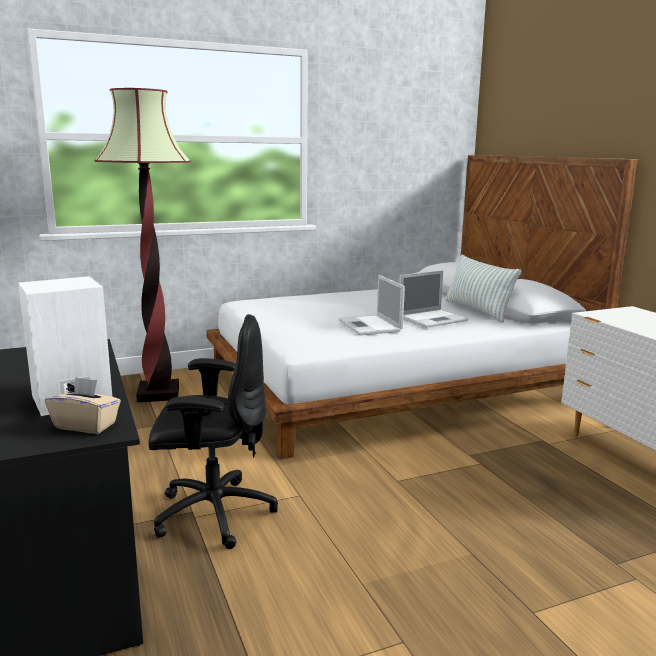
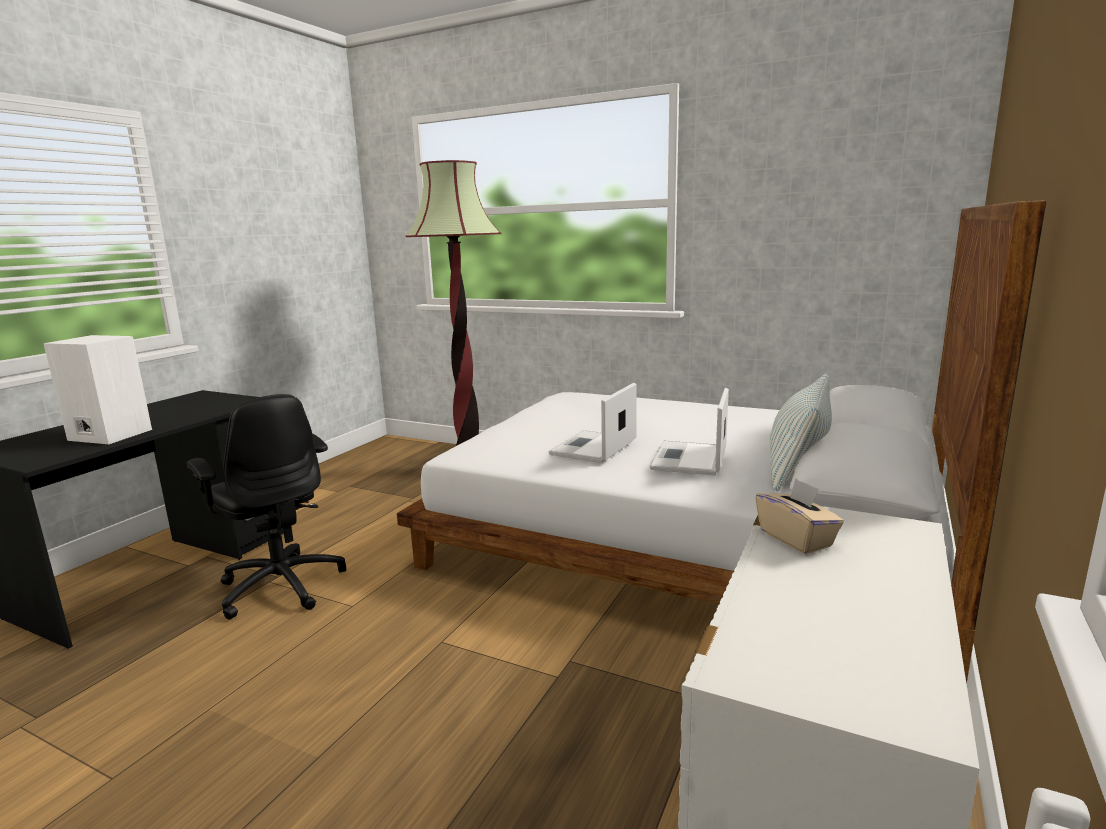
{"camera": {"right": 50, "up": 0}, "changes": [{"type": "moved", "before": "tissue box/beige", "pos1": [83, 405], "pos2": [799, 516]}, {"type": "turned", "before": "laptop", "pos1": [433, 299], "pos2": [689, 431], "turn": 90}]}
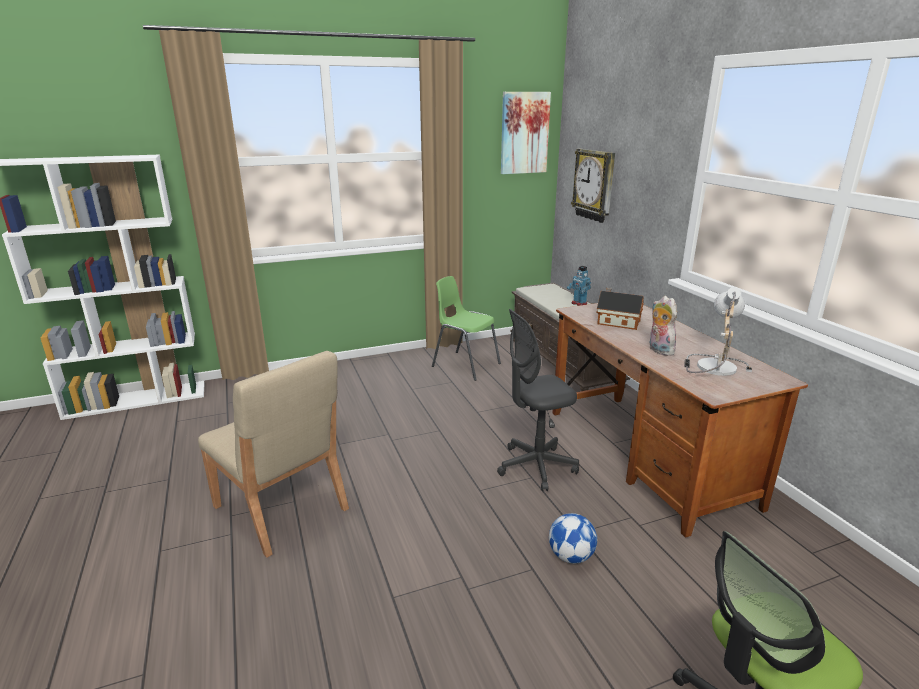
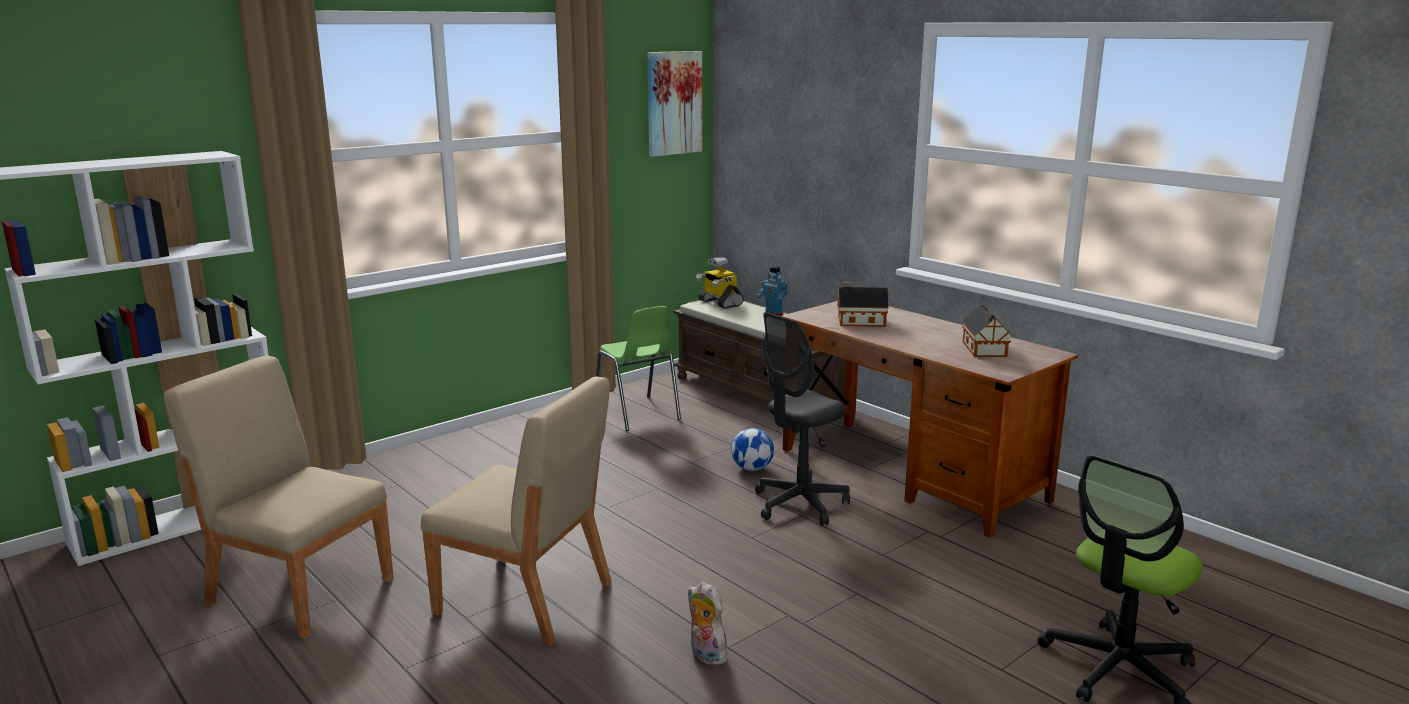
{"camera": {"right": -20, "up": -5}, "changes": [{"type": "turned", "before": "chair/green", "pos1": [466, 328], "pos2": [638, 368], "turn": -135}, {"type": "moved", "before": "football", "pos1": [573, 538], "pos2": [752, 449]}, {"type": "removed", "before": "wall clock", "pos1": [593, 186]}, {"type": "moved", "before": "plush toy", "pos1": [663, 326], "pos2": [709, 624]}, {"type": "replaced", "before": "table lamp", "after": "toy house", "pos1": [718, 331], "pos2": [987, 331]}, {"type": "added", "after": "chair/beige", "pos2": [279, 497]}, {"type": "added", "after": "toy robot", "pos2": [720, 283]}]}
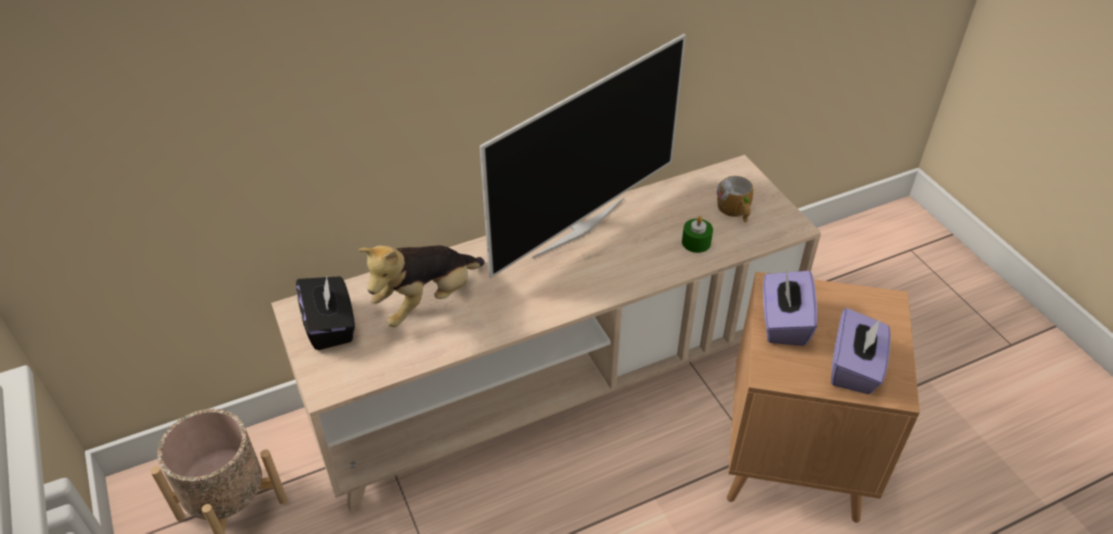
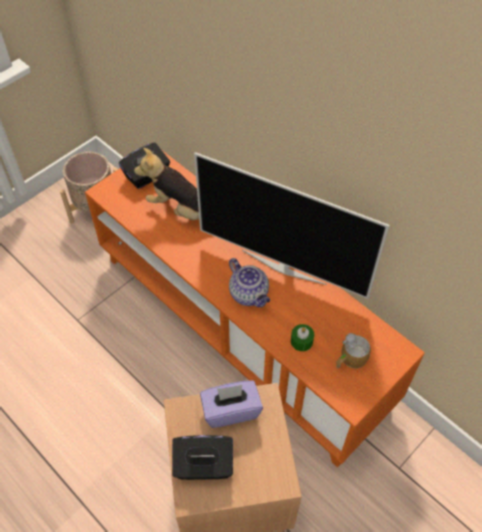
{"camera": {"right": 70, "up": 10}, "changes": [{"type": "recoloured", "before": "tv stand/beige", "after": "tv stand/orange", "pos1": [546, 334], "pos2": [255, 309]}, {"type": "recoloured", "before": "tissue box/purple", "after": "tissue box/black", "pos1": [861, 351], "pos2": [202, 457]}, {"type": "added", "after": "teapot", "pos2": [249, 282]}]}
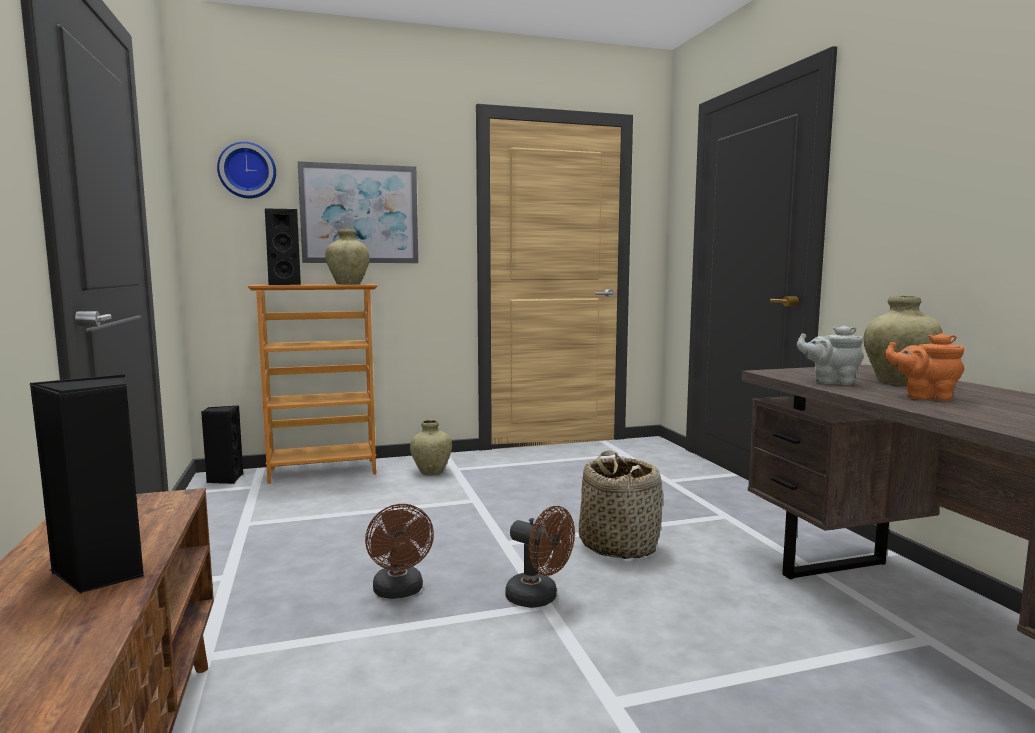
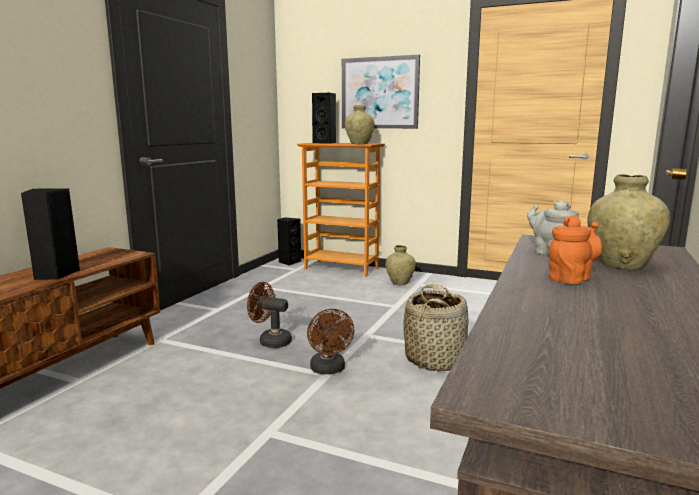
{"camera": {"right": 40, "up": 5}, "changes": [{"type": "removed", "before": "wall clock", "pos1": [246, 170]}, {"type": "turned", "before": "fan/brown", "pos1": [399, 551], "pos2": [269, 315], "turn": 90}, {"type": "turned", "before": "teapot/orange", "pos1": [924, 367], "pos2": [575, 249], "turn": 75}]}
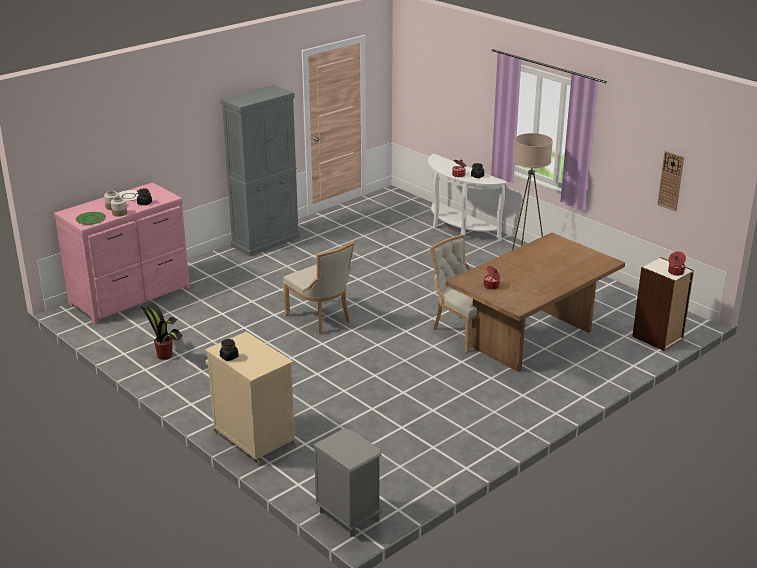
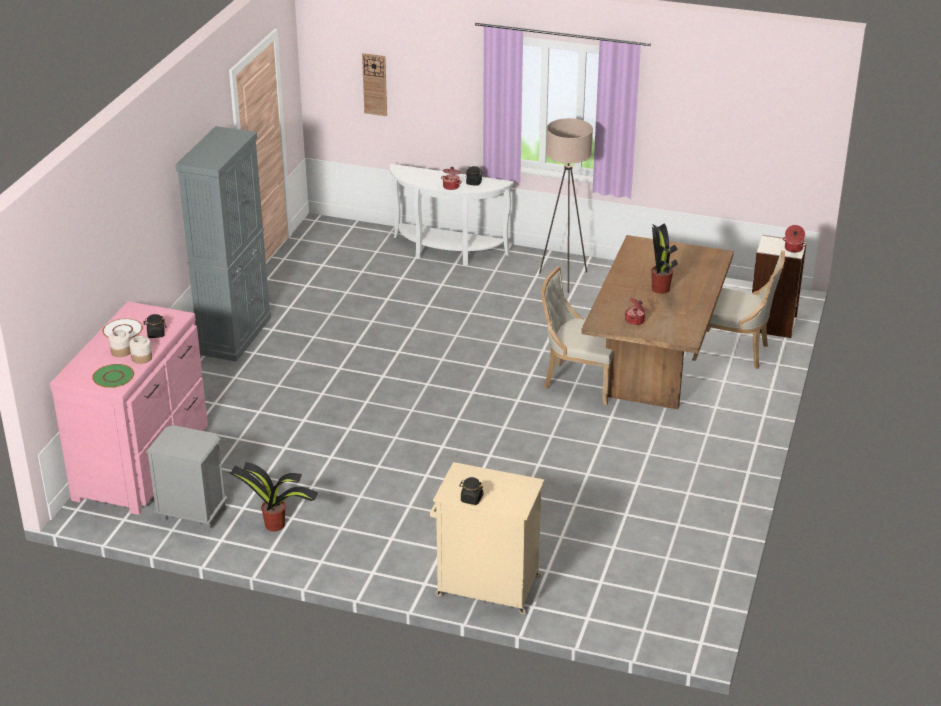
{"camera": {"right": -30, "up": 5}, "changes": [{"type": "moved", "before": "chair/beige", "pos1": [318, 287], "pos2": [738, 310]}, {"type": "moved", "before": "nightstand/grey", "pos1": [347, 483], "pos2": [186, 478]}, {"type": "moved", "before": "wall clock", "pos1": [670, 181], "pos2": [374, 84]}, {"type": "added", "after": "potted plant", "pos2": [664, 258]}]}
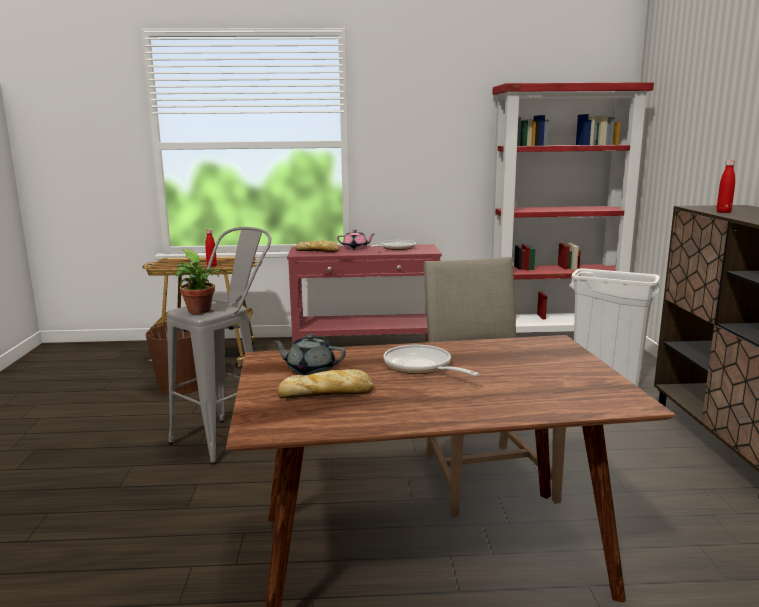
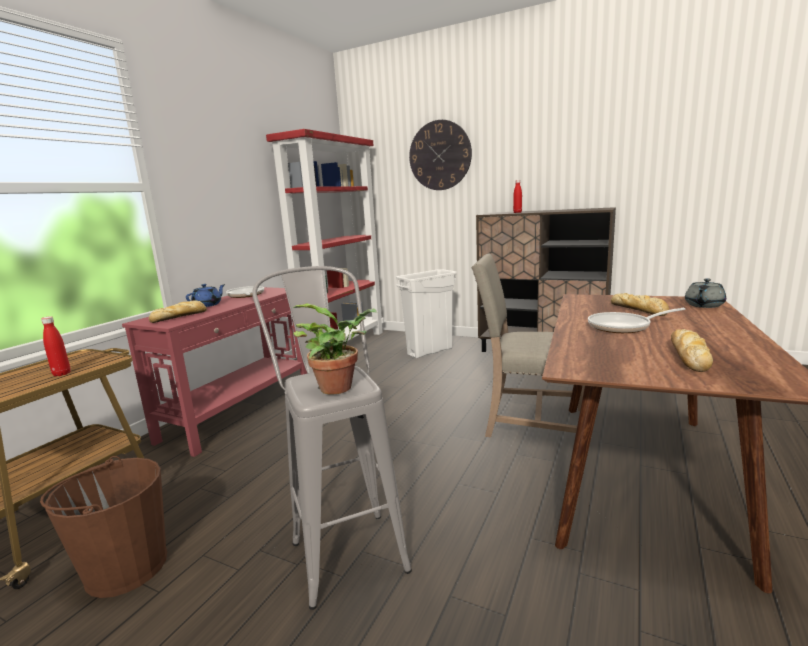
{"camera": {"right": -60, "up": 0}, "changes": [{"type": "moved", "before": "teapot/grey", "pos1": [309, 354], "pos2": [705, 293]}, {"type": "recoloured", "before": "teapot/pink", "after": "teapot/blue", "pos1": [355, 240], "pos2": [205, 295]}, {"type": "added", "after": "wall clock", "pos2": [440, 155]}, {"type": "added", "after": "bread", "pos2": [640, 304]}]}
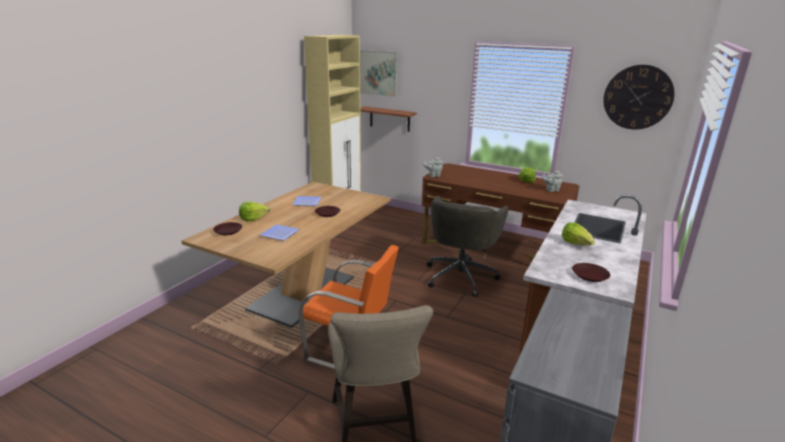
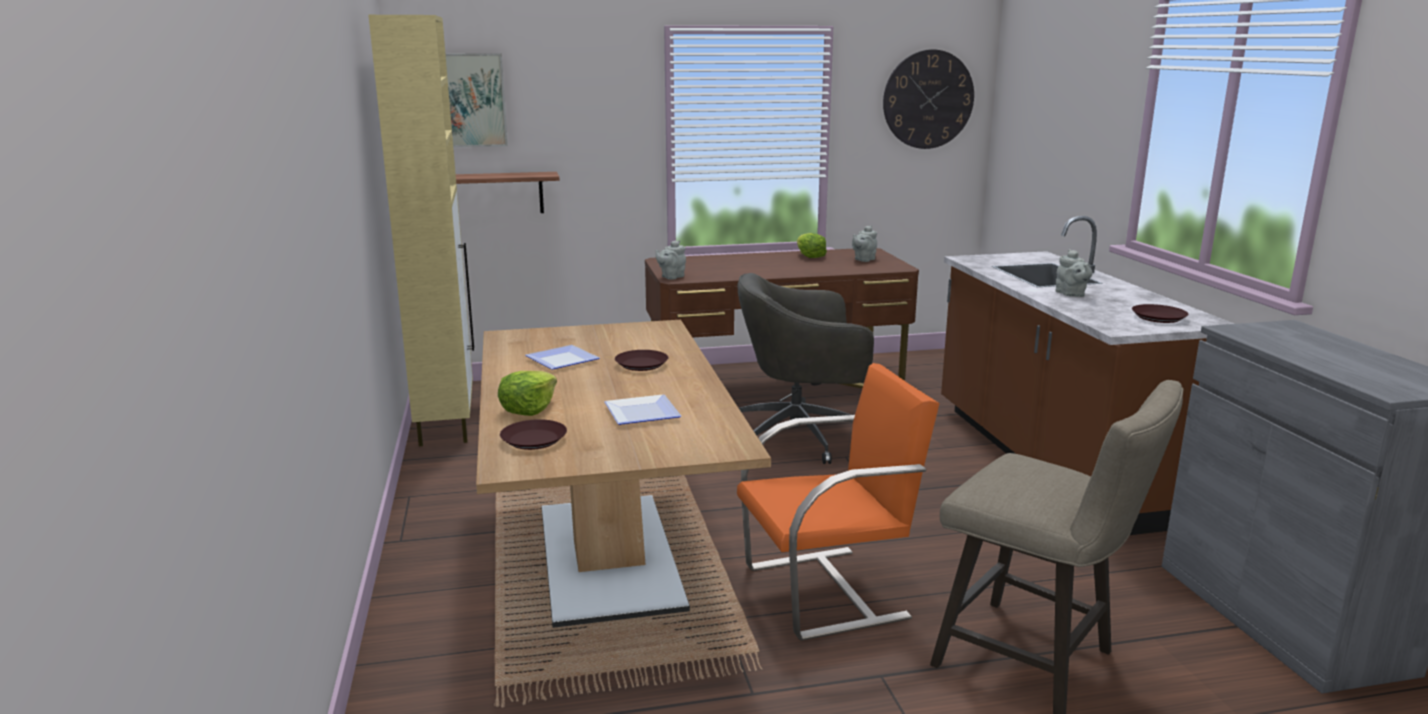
{"camera": {"right": -40, "up": -5}, "changes": [{"type": "turned", "before": "office chair/grey", "pos1": [468, 246], "pos2": [805, 368], "turn": 105}, {"type": "replaced", "before": "lettuce", "after": "teapot/grey", "pos1": [578, 234], "pos2": [1074, 273]}]}
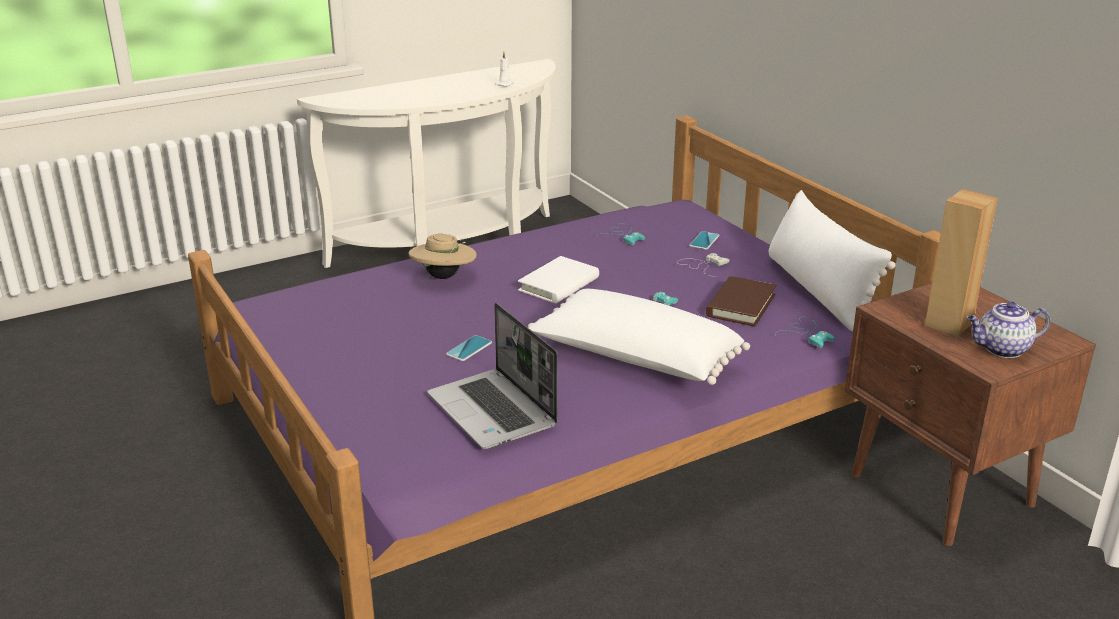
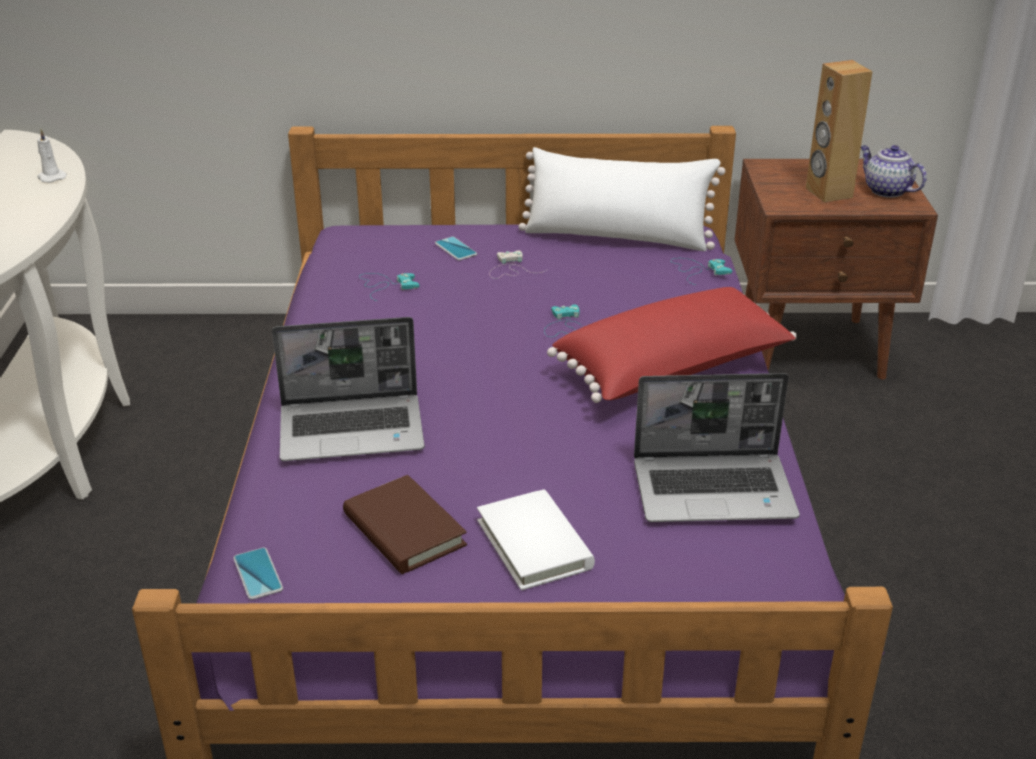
{"camera": {"right": -60, "up": 5}, "changes": [{"type": "replaced", "before": "hat/beige", "after": "laptop", "pos1": [443, 256], "pos2": [348, 389]}, {"type": "moved", "before": "phone", "pos1": [469, 348], "pos2": [258, 574]}, {"type": "moved", "before": "book/white", "pos1": [558, 279], "pos2": [536, 539]}, {"type": "recoloured", "before": "pillow/white", "after": "pillow/red", "pos1": [639, 337], "pos2": [672, 345]}, {"type": "moved", "before": "book/brown", "pos1": [741, 301], "pos2": [405, 524]}, {"type": "turned", "before": "teapot", "pos1": [1008, 330], "pos2": [894, 171], "turn": 120}]}
